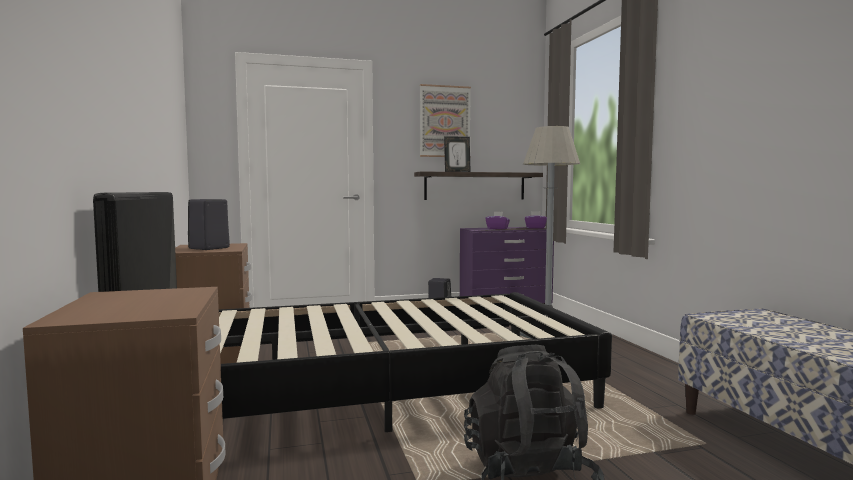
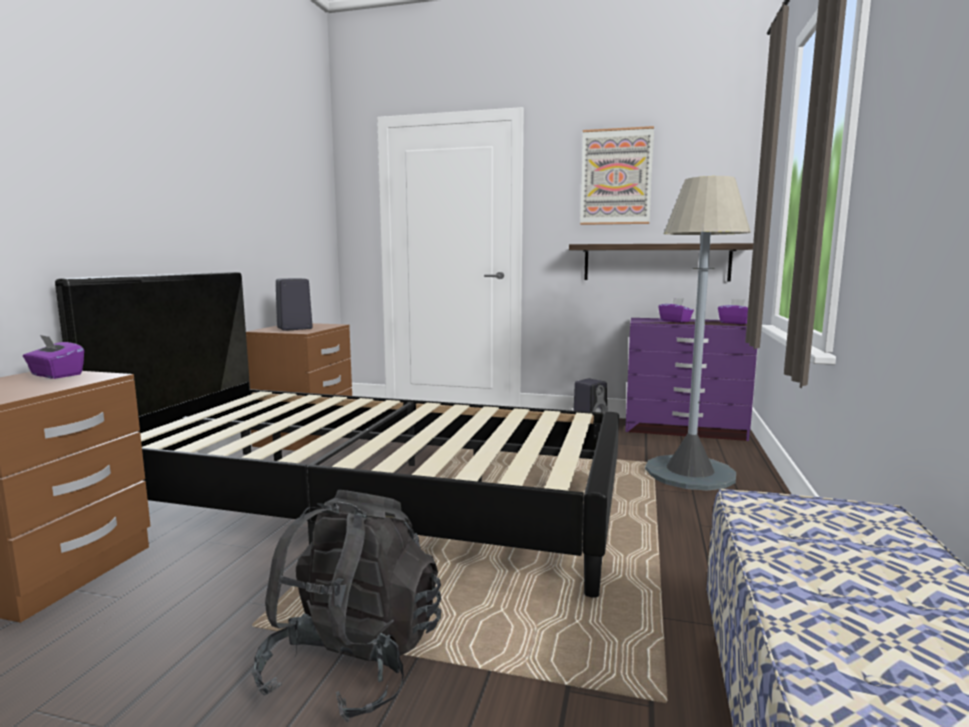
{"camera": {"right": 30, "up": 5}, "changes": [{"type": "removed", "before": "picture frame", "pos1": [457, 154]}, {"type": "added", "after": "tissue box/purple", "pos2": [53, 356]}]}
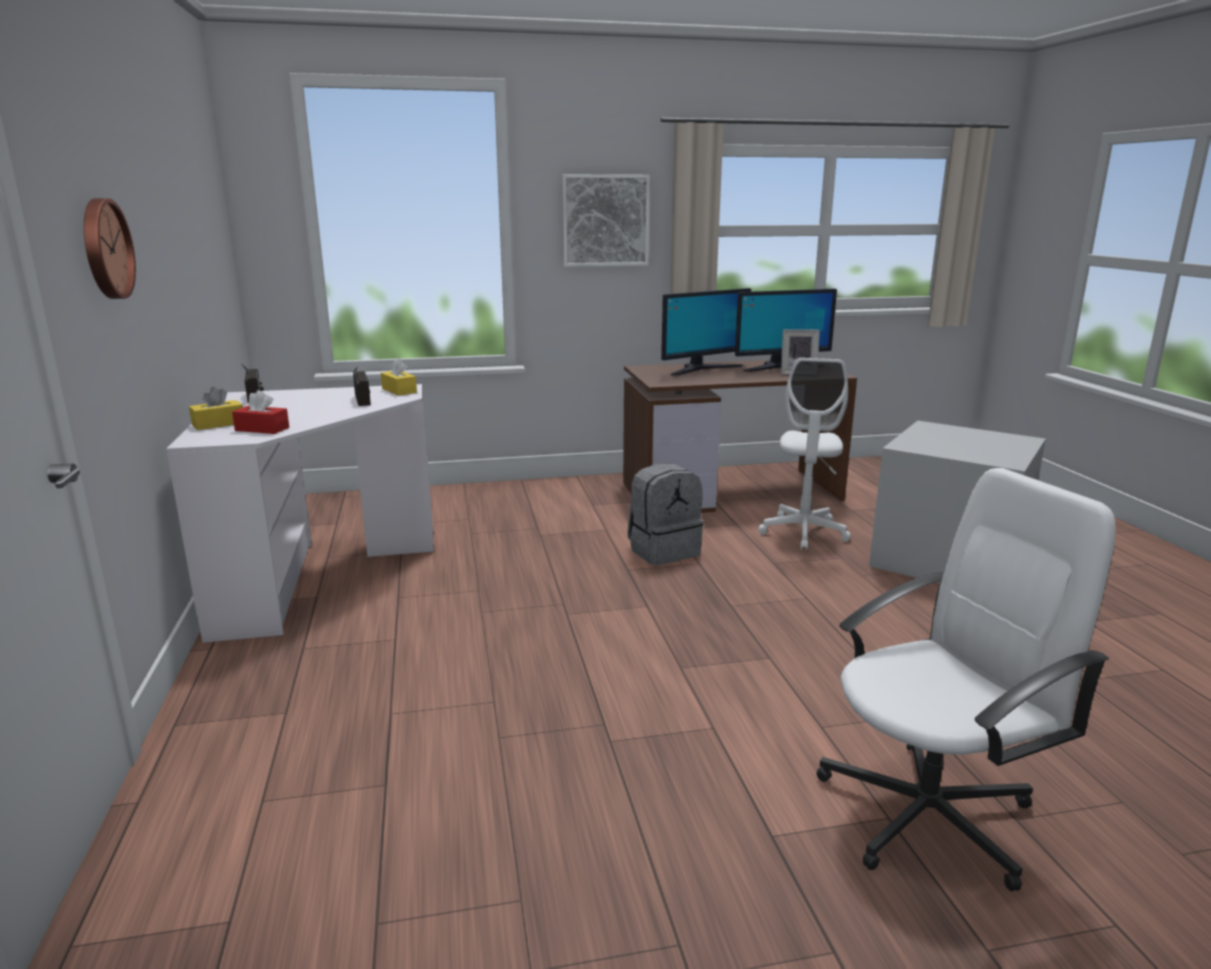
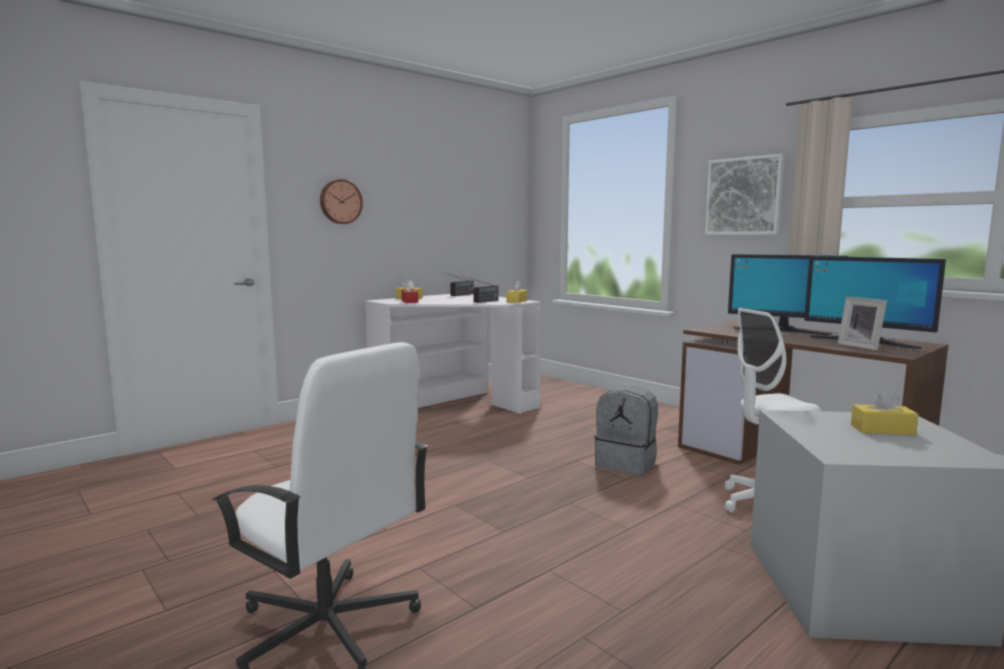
{"camera": {"right": 60, "up": -10}, "changes": [{"type": "added", "after": "tissue box/yellow", "pos2": [884, 412]}]}
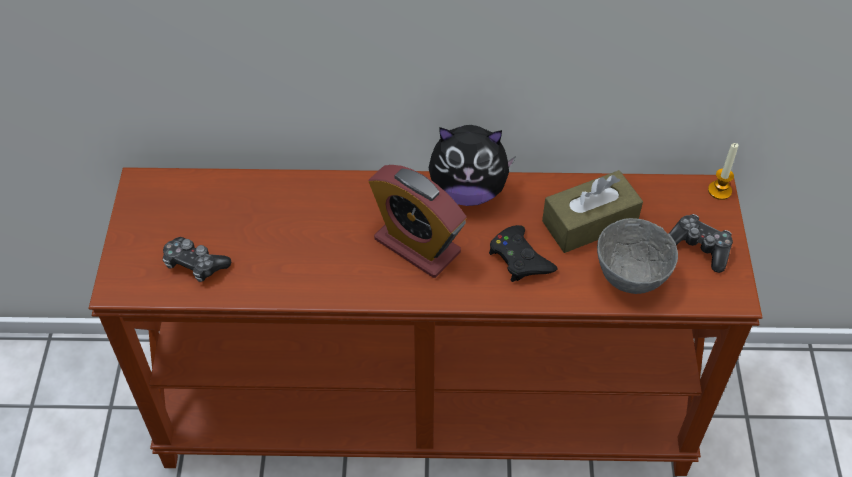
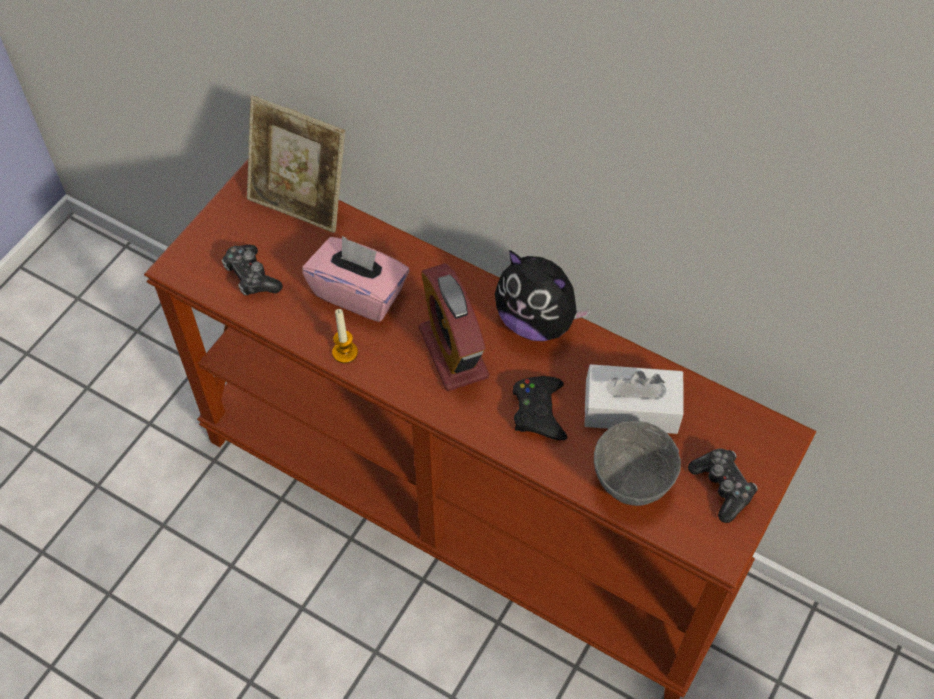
{"camera": {"right": 30, "up": 5}, "changes": [{"type": "recoloured", "before": "tissue box/brown", "after": "tissue box/white", "pos1": [592, 211], "pos2": [634, 399]}, {"type": "moved", "before": "candle", "pos1": [723, 171], "pos2": [345, 336]}, {"type": "added", "after": "picture frame", "pos2": [296, 164]}, {"type": "added", "after": "tissue box/pink", "pos2": [355, 279]}]}
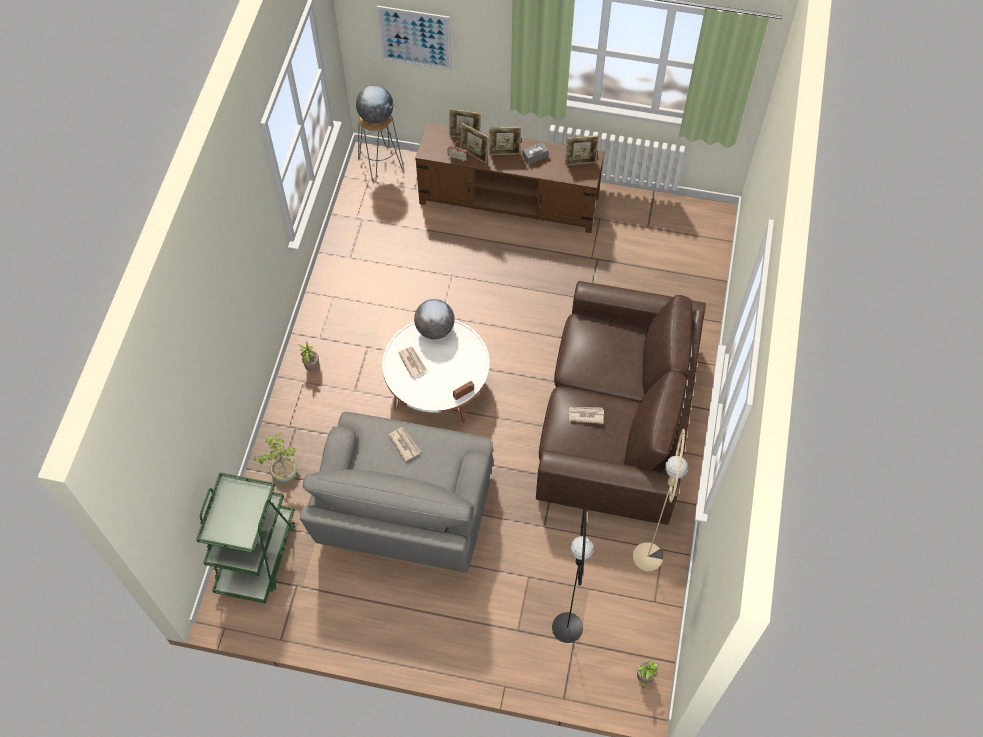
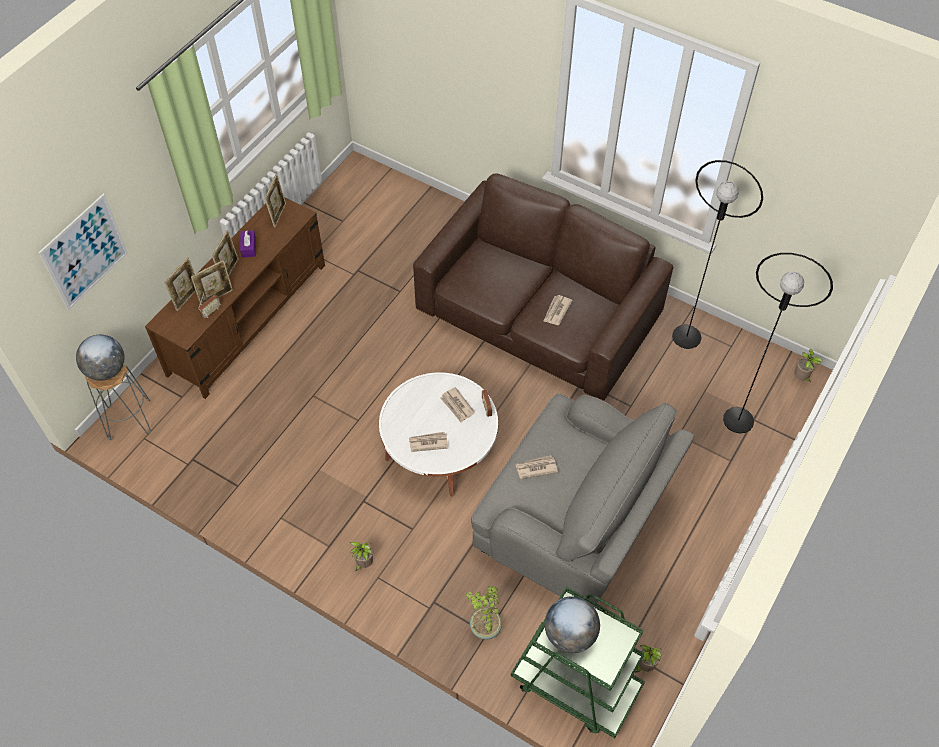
{"camera": {"right": -70, "up": -5}, "changes": [{"type": "moved", "before": "globe", "pos1": [434, 319], "pos2": [572, 624]}, {"type": "recoloured", "before": "tissue box/grey", "after": "tissue box/purple", "pos1": [535, 153], "pos2": [248, 244]}, {"type": "recoloured", "before": "floor lamp/beige", "after": "floor lamp/black", "pos1": [660, 500], "pos2": [717, 254]}, {"type": "added", "after": "newspaper", "pos2": [457, 405]}, {"type": "added", "after": "potted plant", "pos2": [648, 658]}]}
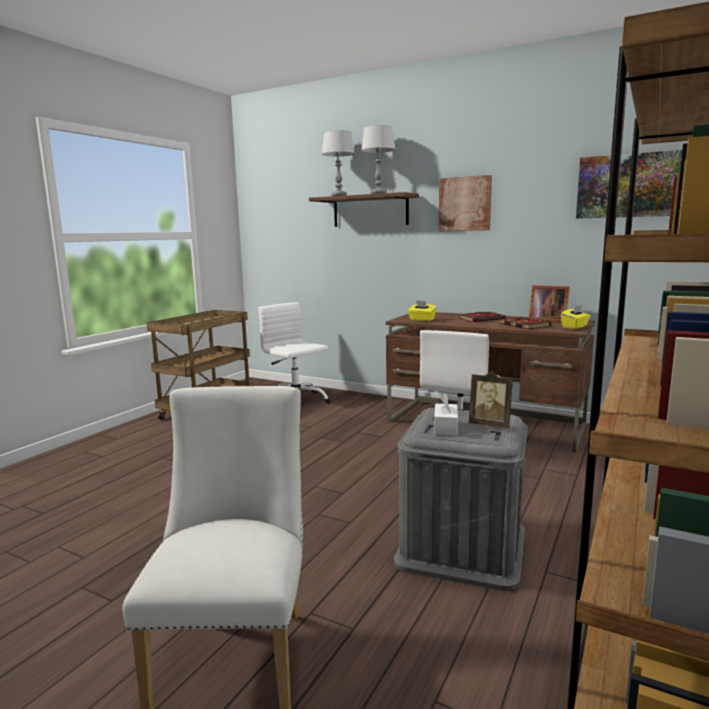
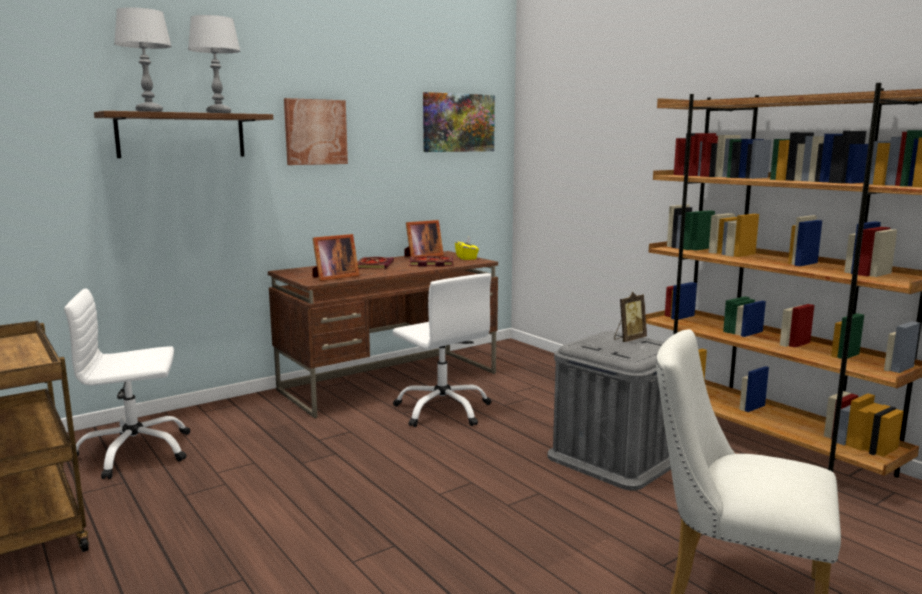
{"camera": {"right": -65, "up": 0}, "changes": [{"type": "replaced", "before": "tissue box/yellow", "after": "picture frame", "pos1": [422, 310], "pos2": [335, 257]}, {"type": "removed", "before": "tissue box/white", "pos1": [446, 414]}]}
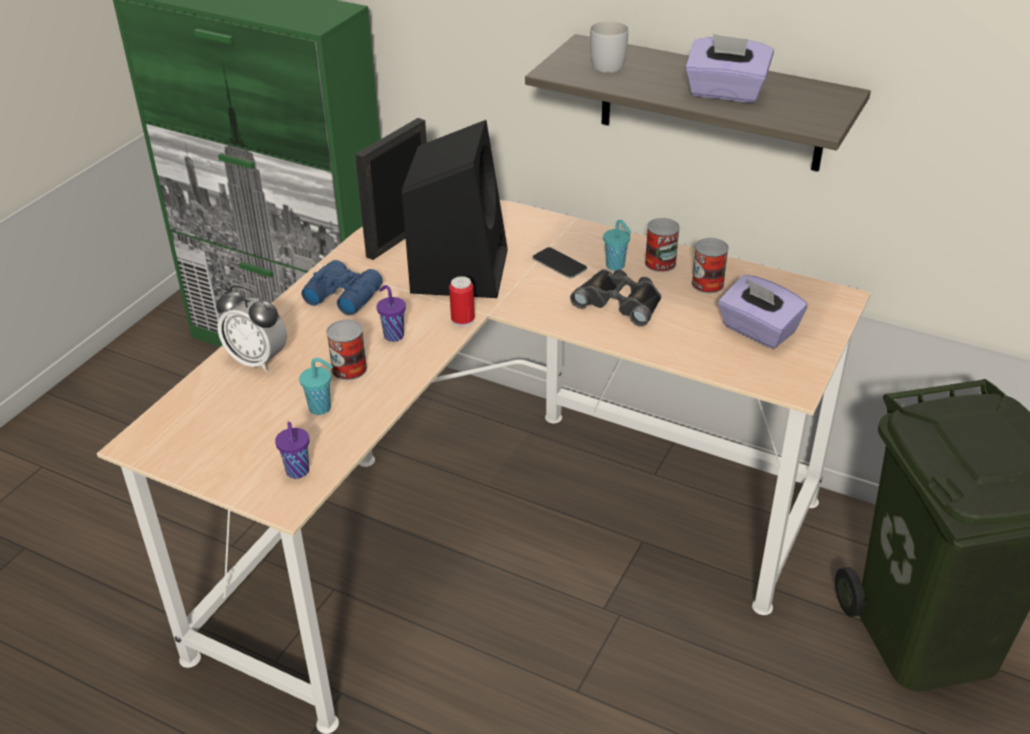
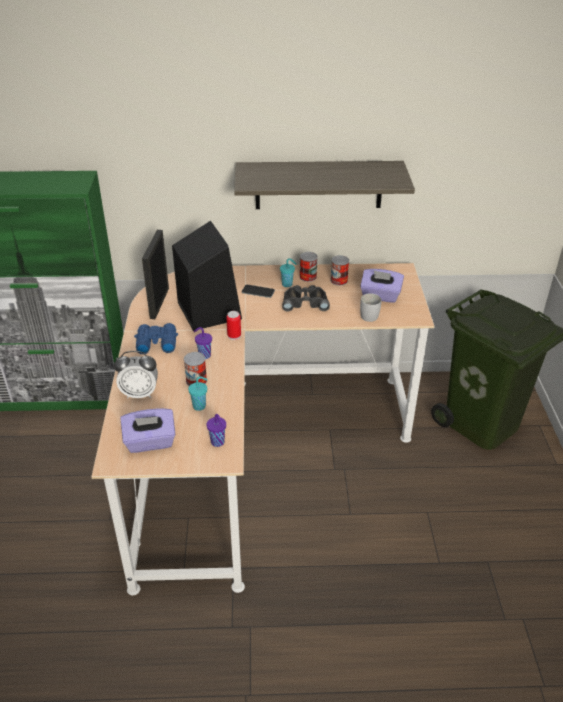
{"camera": {"right": -30, "up": 0}, "changes": [{"type": "moved", "before": "mug/white", "pos1": [609, 47], "pos2": [371, 307]}, {"type": "moved", "before": "tissue box/purple", "pos1": [729, 68], "pos2": [147, 430]}]}
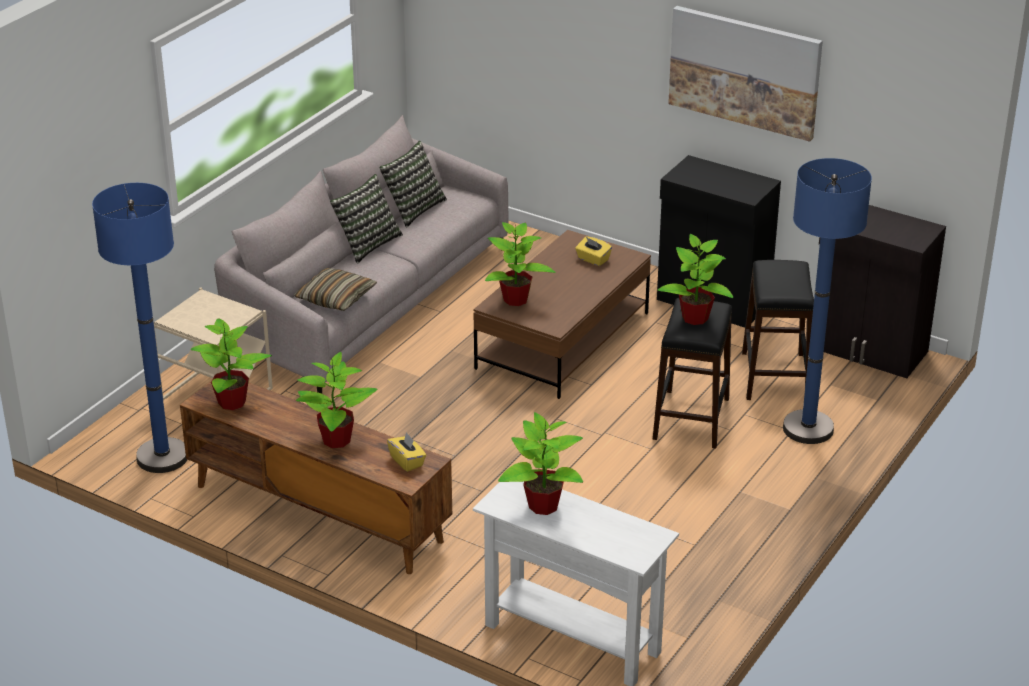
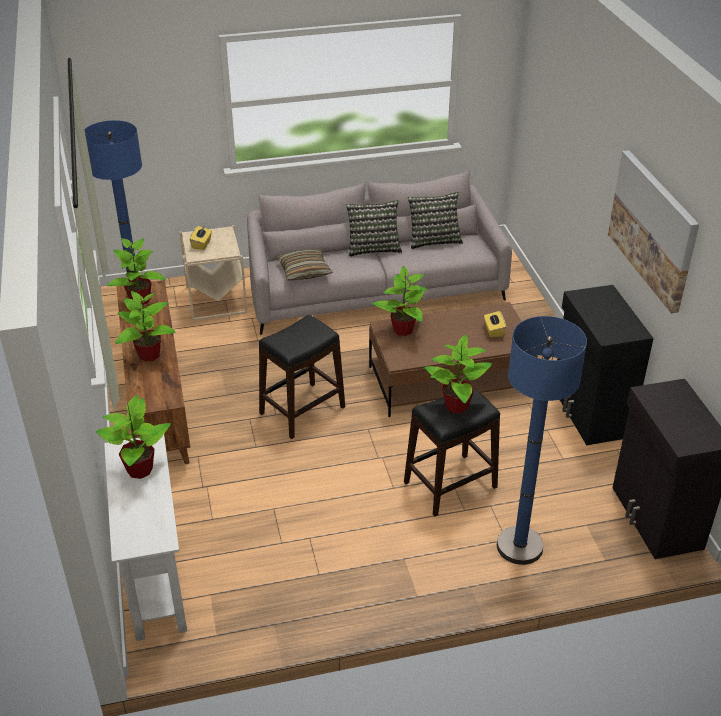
{"camera": {"right": 45, "up": 5}, "changes": [{"type": "moved", "before": "tissue box/yellow", "pos1": [406, 452], "pos2": [201, 238]}, {"type": "moved", "before": "stool/black", "pos1": [778, 330], "pos2": [302, 377]}]}
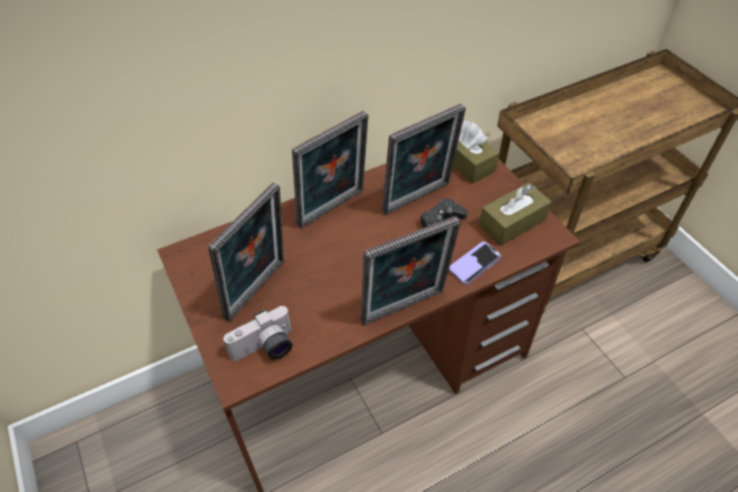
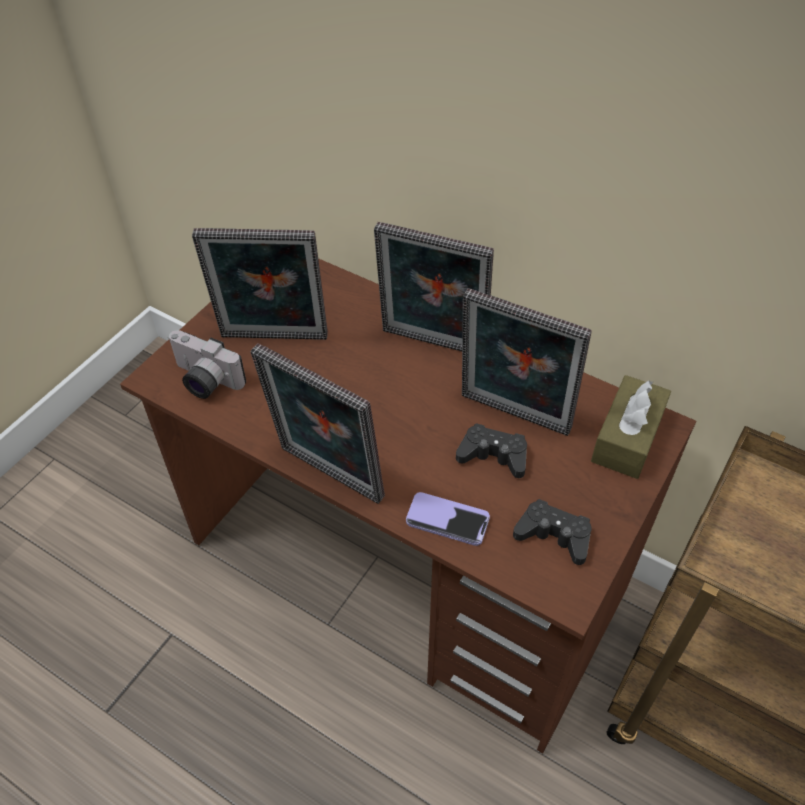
{"camera": {"right": 60, "up": 0}, "changes": [{"type": "replaced", "before": "tissue box/brown", "after": "game controller/black", "pos1": [515, 214], "pos2": [552, 532]}]}
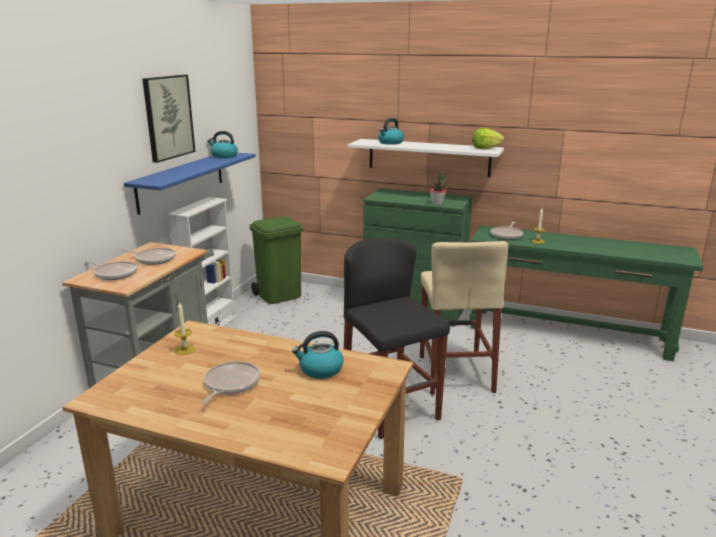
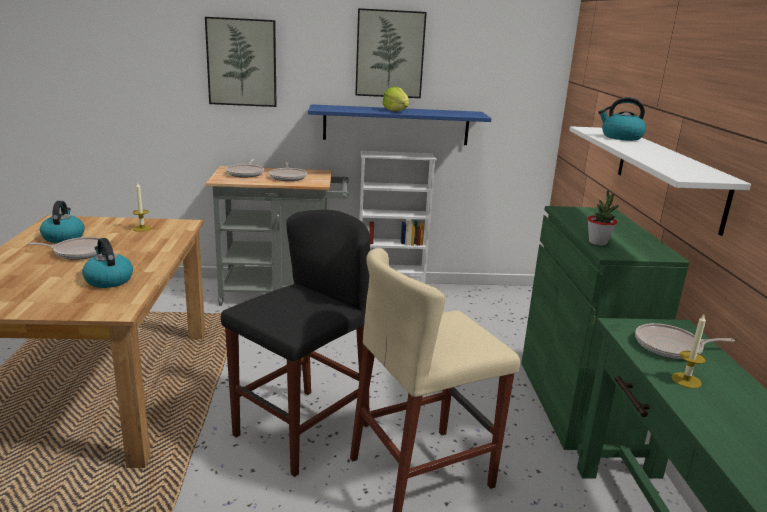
{"camera": {"right": 65, "up": 0}, "changes": [{"type": "moved", "before": "kettle", "pos1": [222, 144], "pos2": [62, 222]}, {"type": "removed", "before": "trash can/green", "pos1": [276, 260]}, {"type": "moved", "before": "lettuce", "pos1": [488, 139], "pos2": [395, 98]}, {"type": "added", "after": "picture", "pos2": [241, 62]}]}
